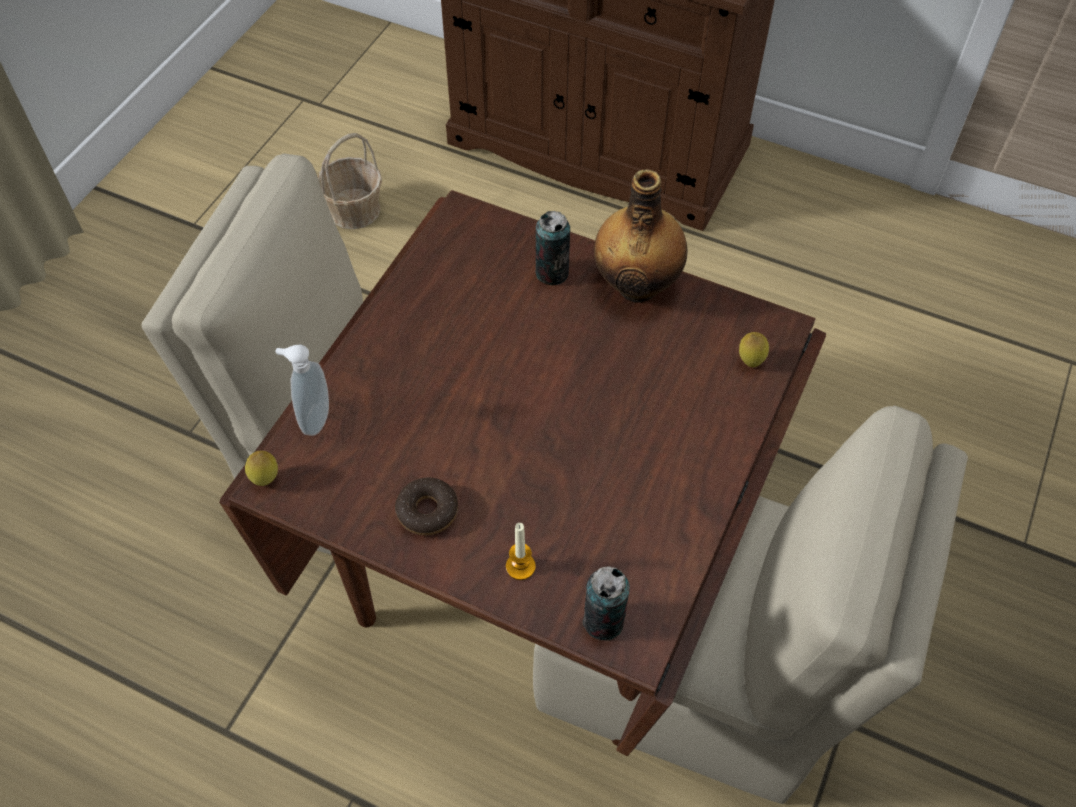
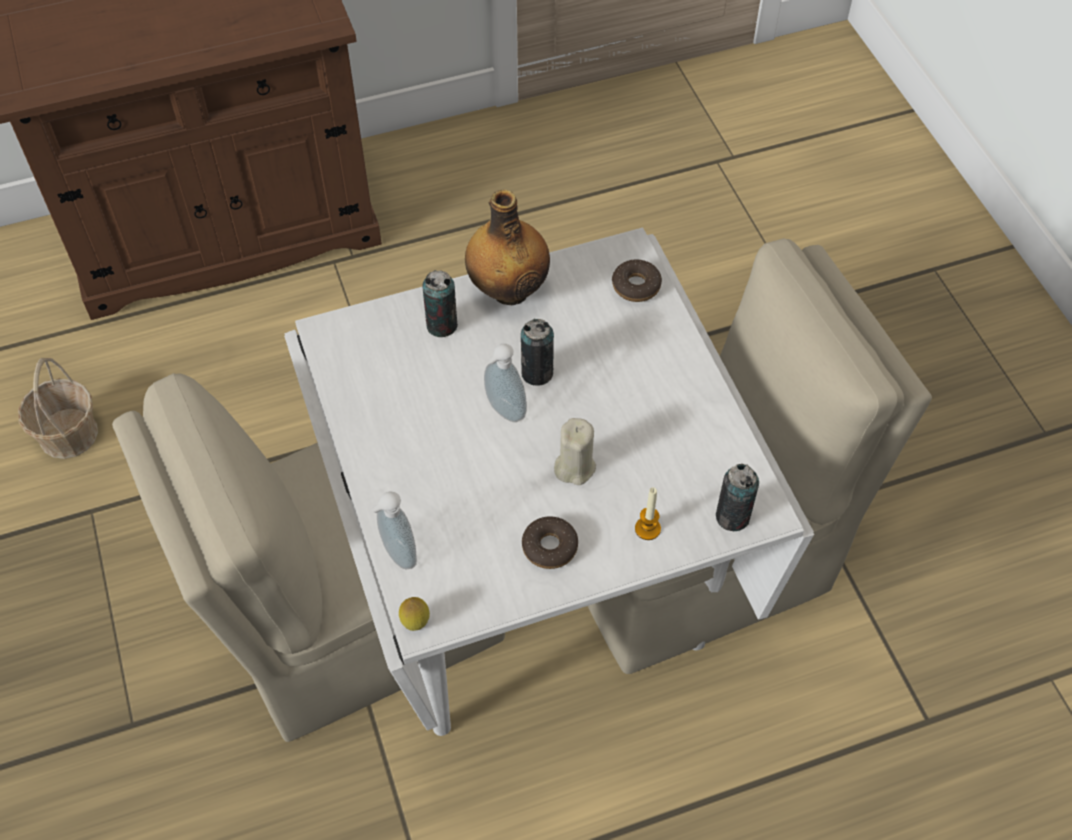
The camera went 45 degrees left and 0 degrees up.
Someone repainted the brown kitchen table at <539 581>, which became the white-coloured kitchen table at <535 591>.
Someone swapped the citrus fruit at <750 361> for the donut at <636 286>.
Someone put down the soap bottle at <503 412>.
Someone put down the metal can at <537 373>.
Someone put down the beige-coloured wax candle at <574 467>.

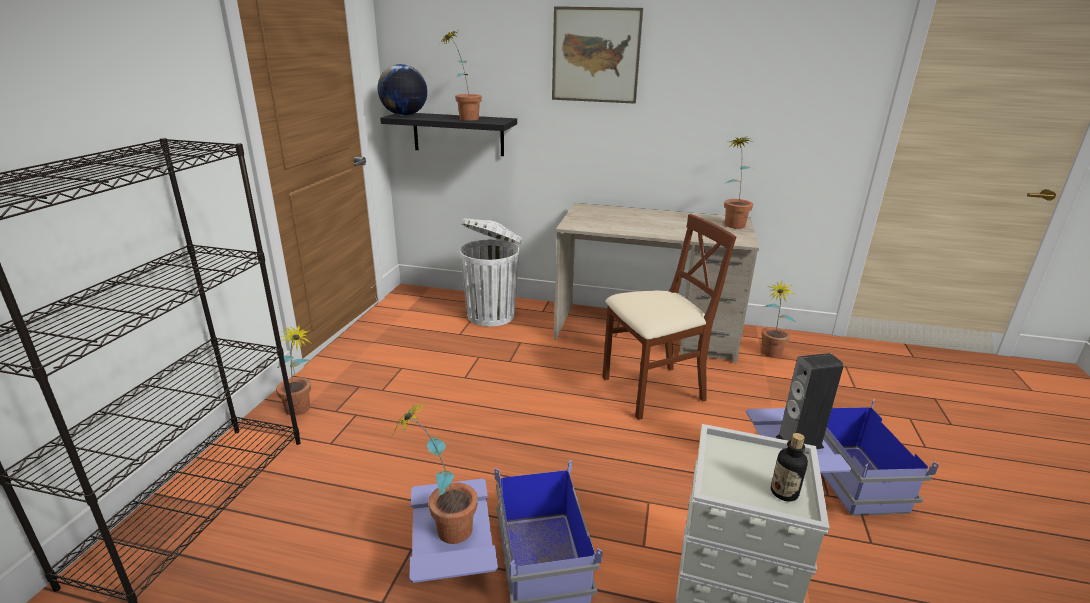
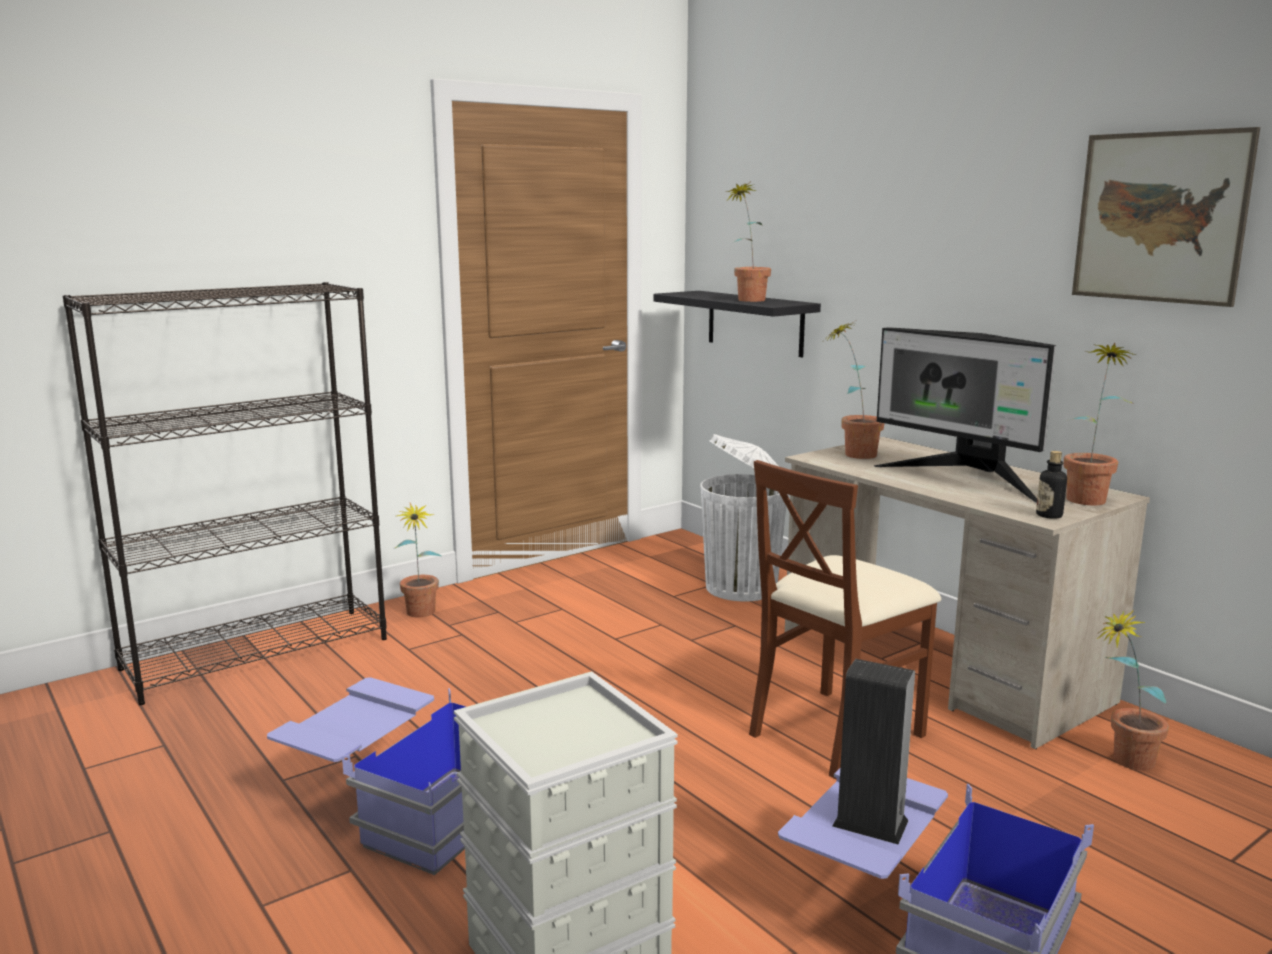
The camera went 40 degrees right and 10 degrees down.
Someone took away the world globe at <404 115>.
Someone carried the houseplant from <443 529> to <852 453>.
Someone carried the wall art from <595 55> to <1160 217>.
Someone rotated the brown upright chair at <652 390> by 120 degrees clockwise.
Someone carried the beverage bottle from <784 492> to <1049 515>.
Someone put down the monitor at <965 479>.

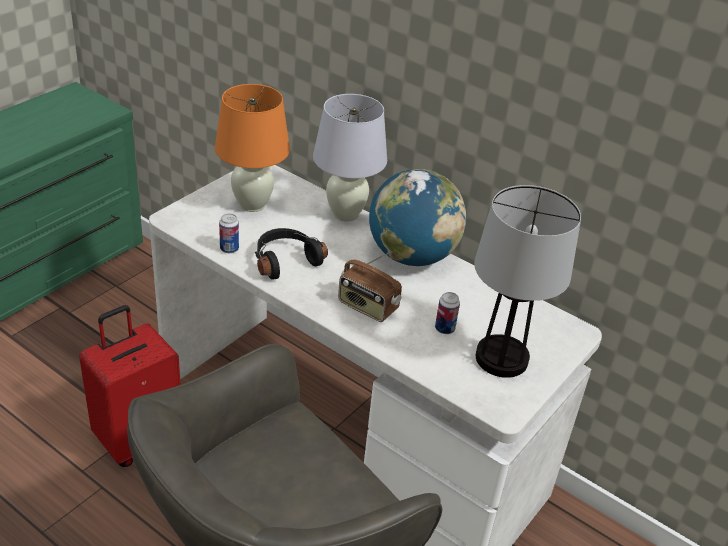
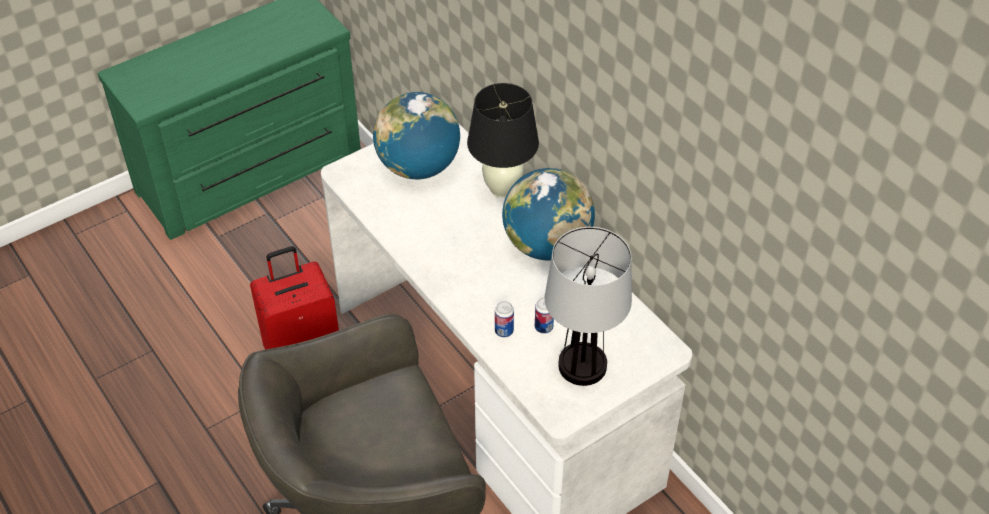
The camera went 20 degrees right and 10 degrees up.
Someone swapped the orange-coloured table lamp at <252 205> for the world globe at <418 167>.
Someone carried the metal can from <229 249> to <504 331>.
Someone took away the black headset at <285 260>.
Someone repainted the white-coloured table lamp at <346 214>, which became the black table lamp at <503 189>.
Someone took away the radio receiver at <367 307>.

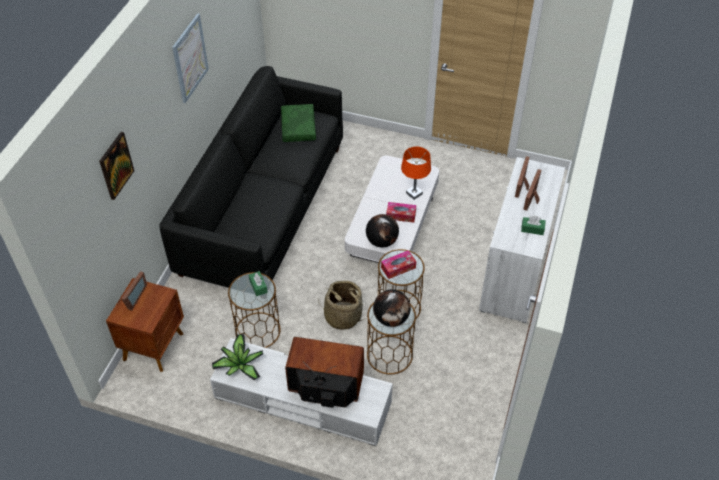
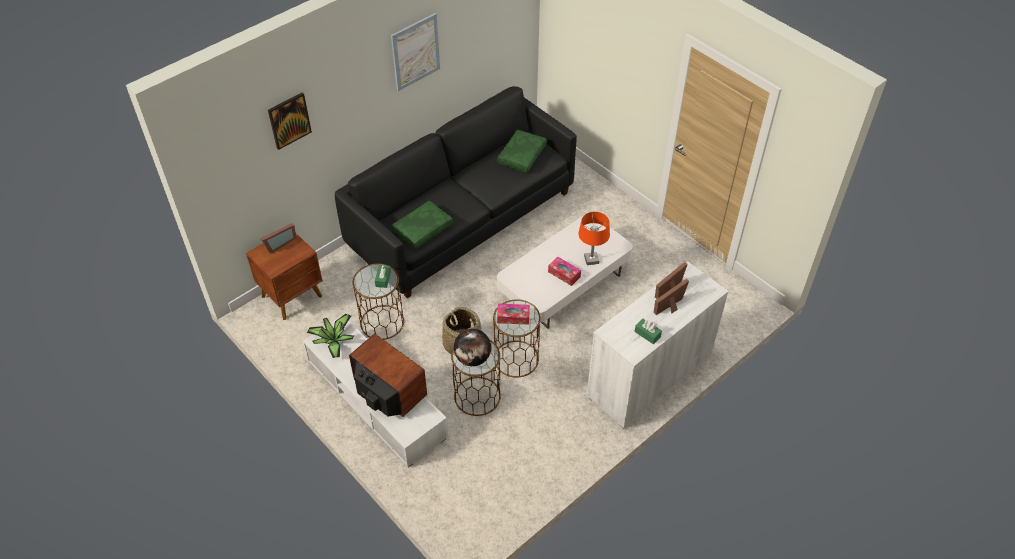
The camera went 30 degrees right and 0 degrees up.
Someone took away the world globe at <381 241>.
Someone put down the green cushion at <422 228>.

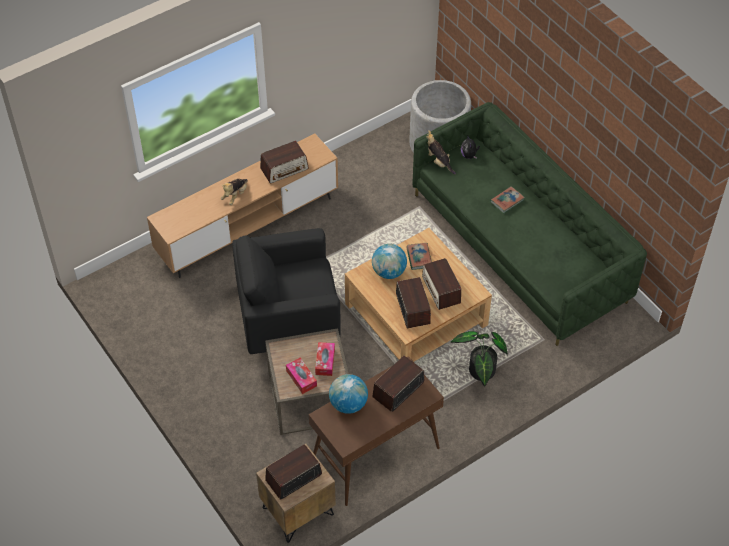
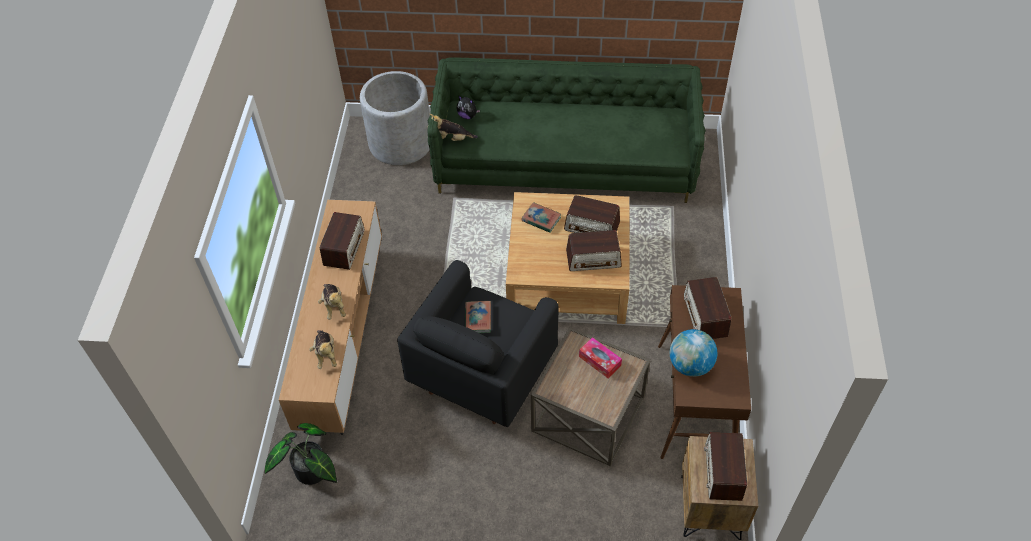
The camera went 50 degrees left and 0 degrees up.
Someone took away the box of tissues at <301 378>.
Someone took away the world globe at <389 272>.
Someone rotated the radio receiver at <413 308> by 150 degrees clockwise.
Someone carried the houseplant from <480 372> to <312 474>.
Someone carried the bound book from <507 201> to <478 319>.
Someone put down the soft toy at <326 354>.

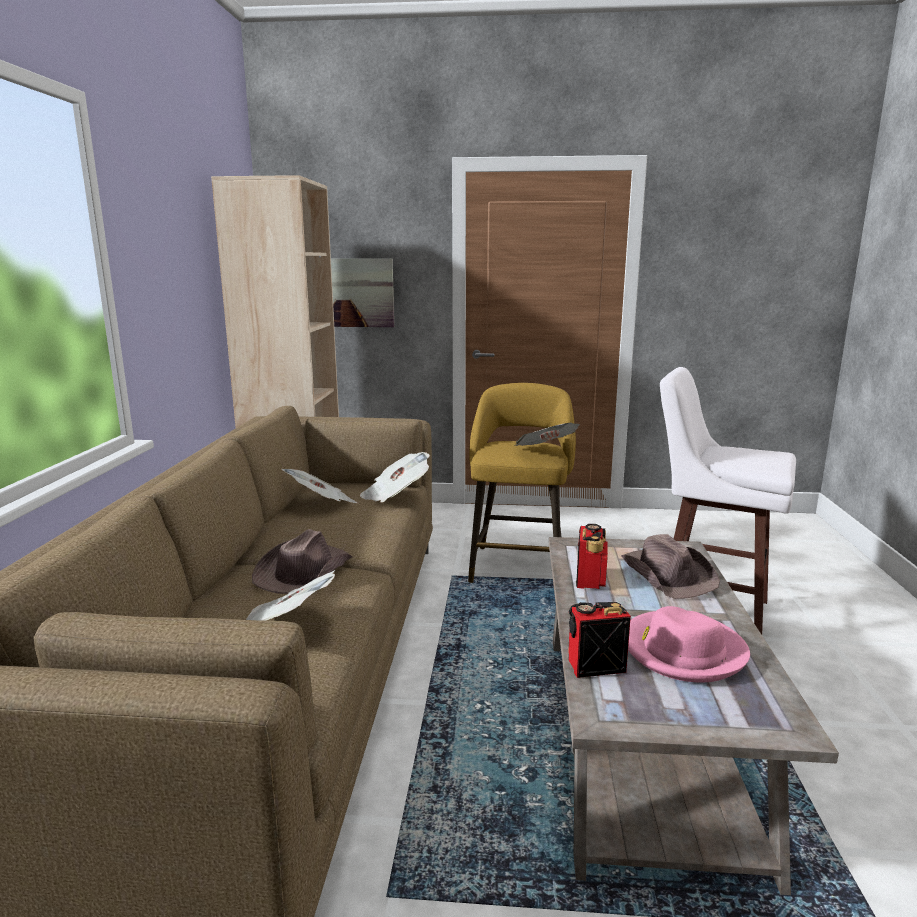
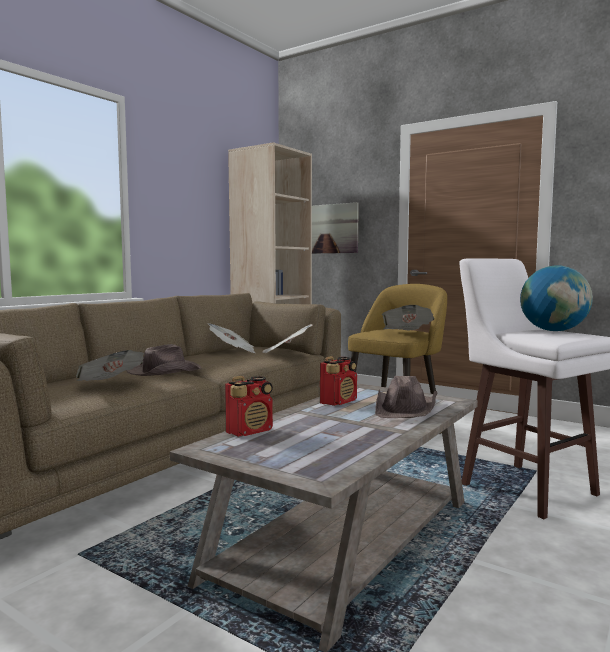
The camera went 30 degrees right and 10 degrees down.
Someone rotated the radio receiver at <594 666> by 120 degrees clockwise.
Someone took away the pink hat at <682 650>.
Someone put down the world globe at <554 331>.

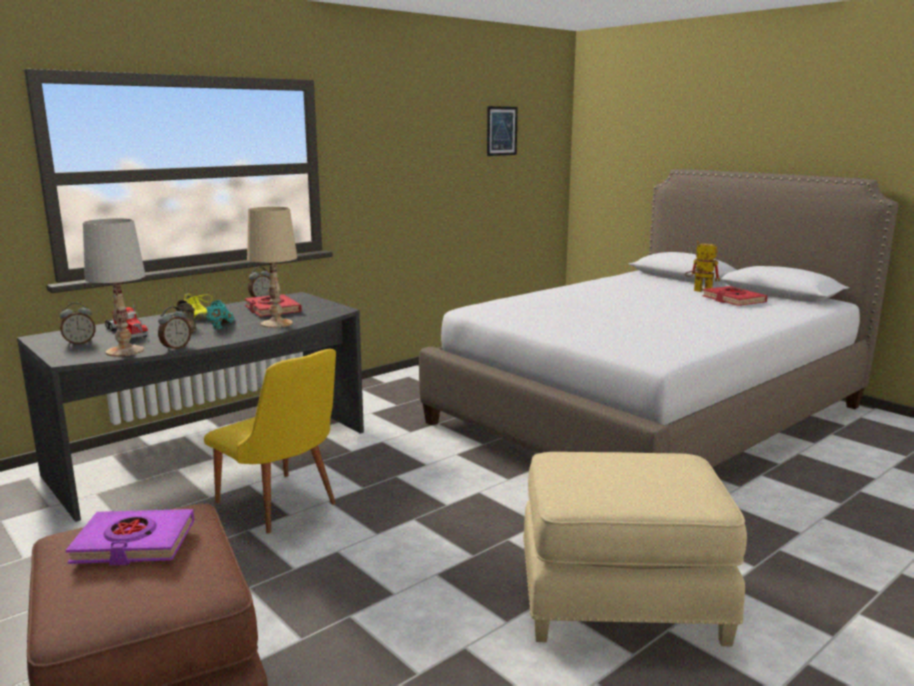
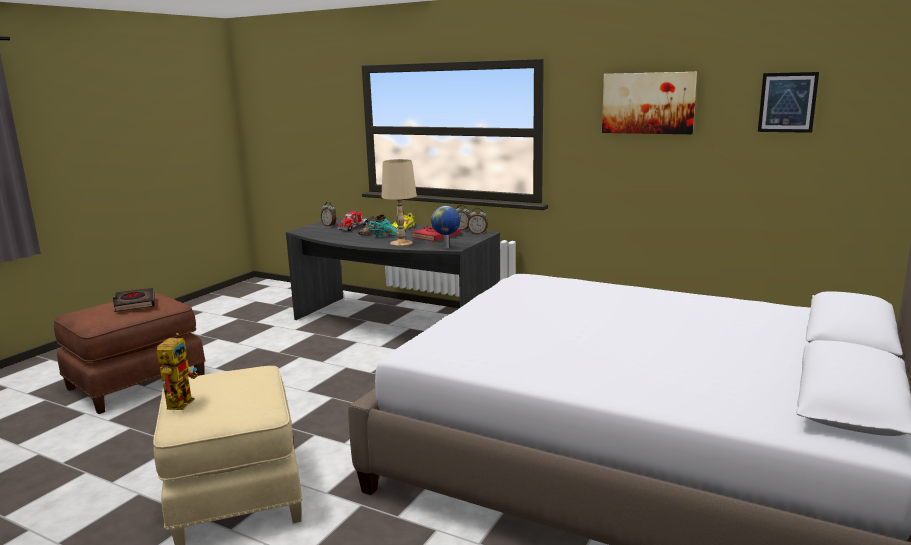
The camera went 70 degrees right and 0 degrees up.
Someone repainted the purple bound book at <134 543>, which became the black bound book at <134 303>.
Someone took away the white-coloured table lamp at <125 351>.
Someone carried the alarm clock from <175 348> to <477 234>.
Someone took away the yellowish upright chair at <282 507>.
Someone carried the toy robot from <698 290> to <181 401>.
Someone took away the red-coloured bound book at <733 300>.
Someone put down the world globe at <447 247>.
Someone put up the wall art at <648 103>.

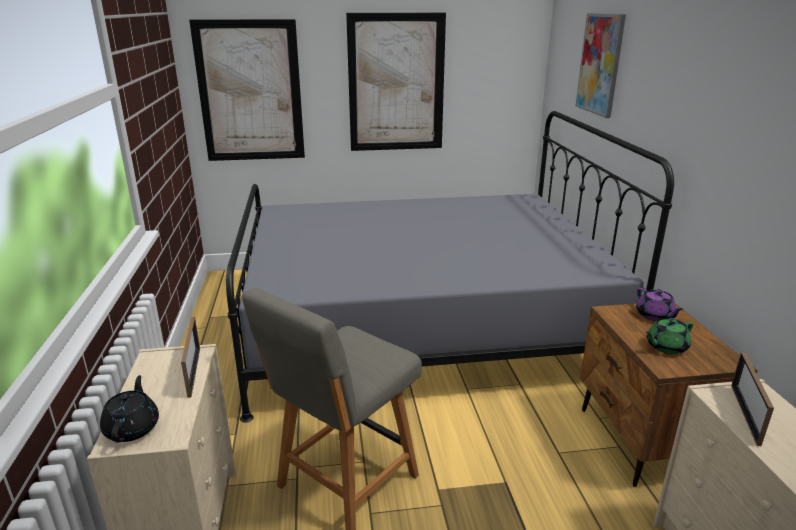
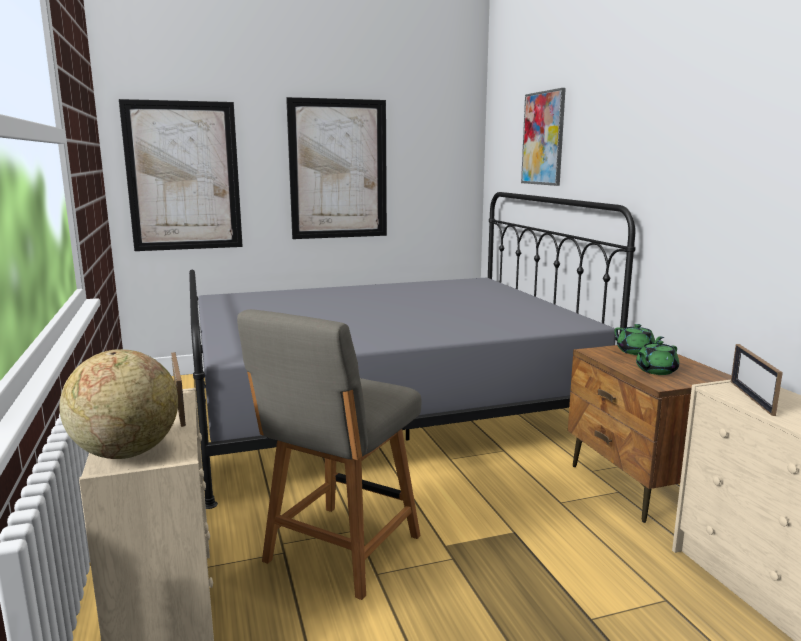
The camera went 10 degrees left and 10 degrees down.
Someone swapped the black teapot at <133 428> for the world globe at <126 452>.
Someone repainted the purple teapot at <655 316>, which became the green teapot at <636 352>.

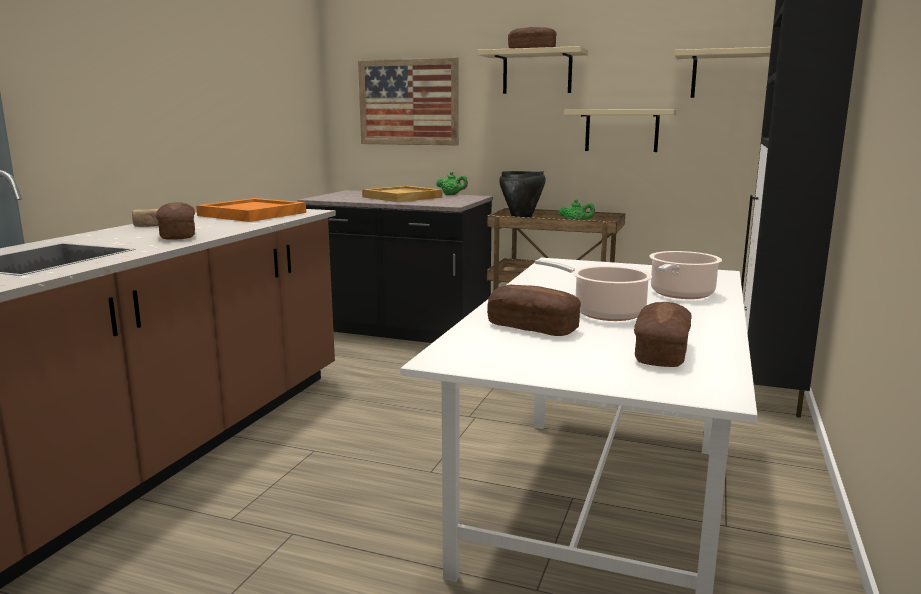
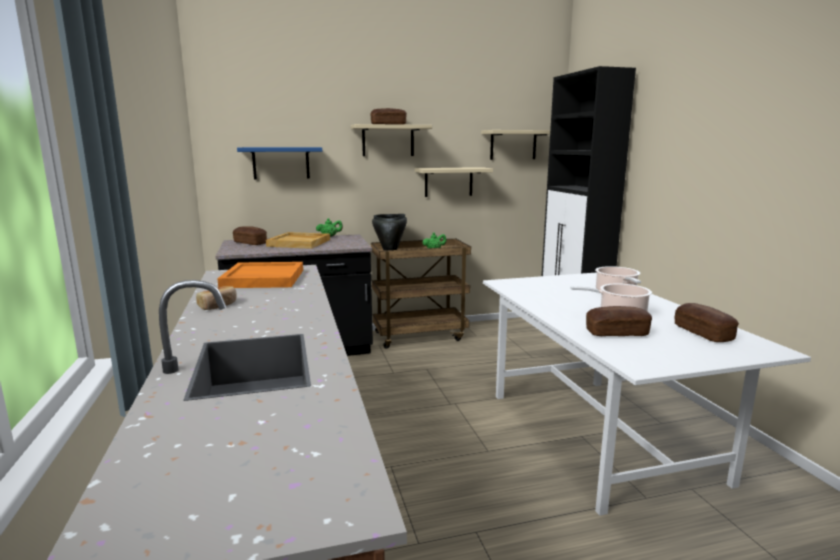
The camera went 35 degrees left and 0 degrees up.
Someone carried the bakery bread from <178 235> to <250 243>.
Someone swapped the wall art at <408 102> for the blue bracket shelf at <281 163>.

